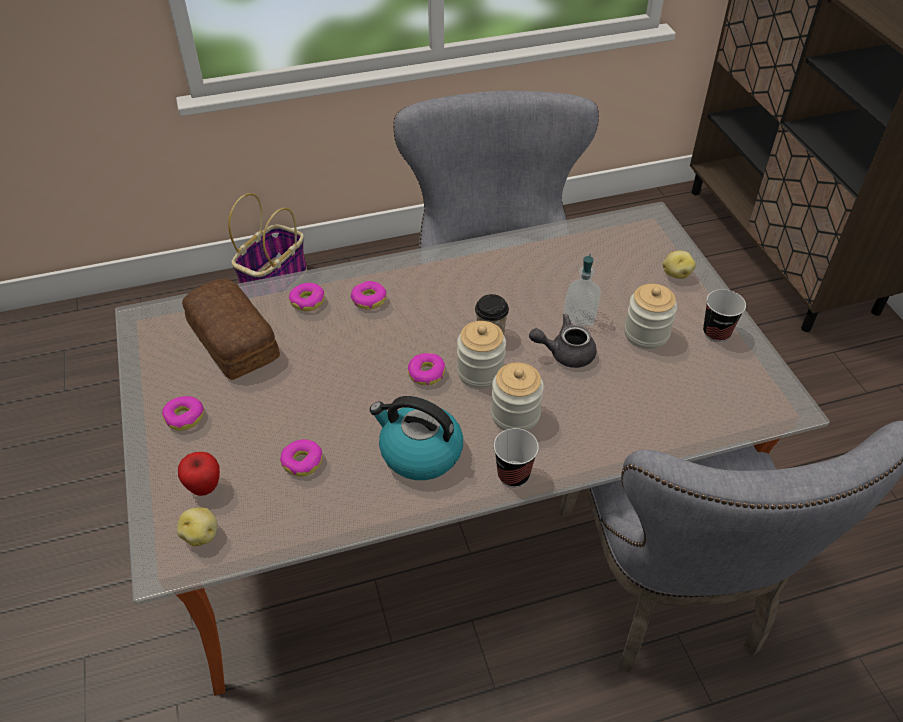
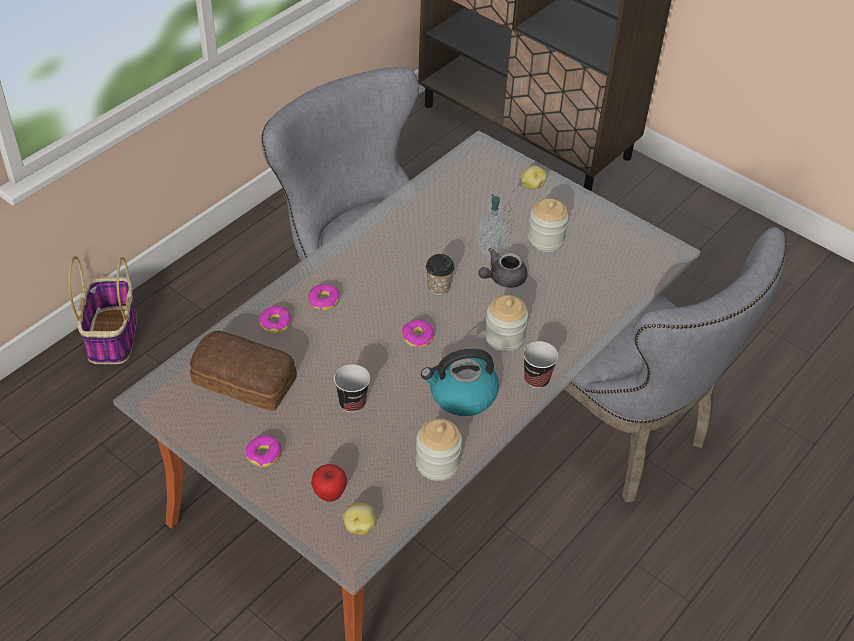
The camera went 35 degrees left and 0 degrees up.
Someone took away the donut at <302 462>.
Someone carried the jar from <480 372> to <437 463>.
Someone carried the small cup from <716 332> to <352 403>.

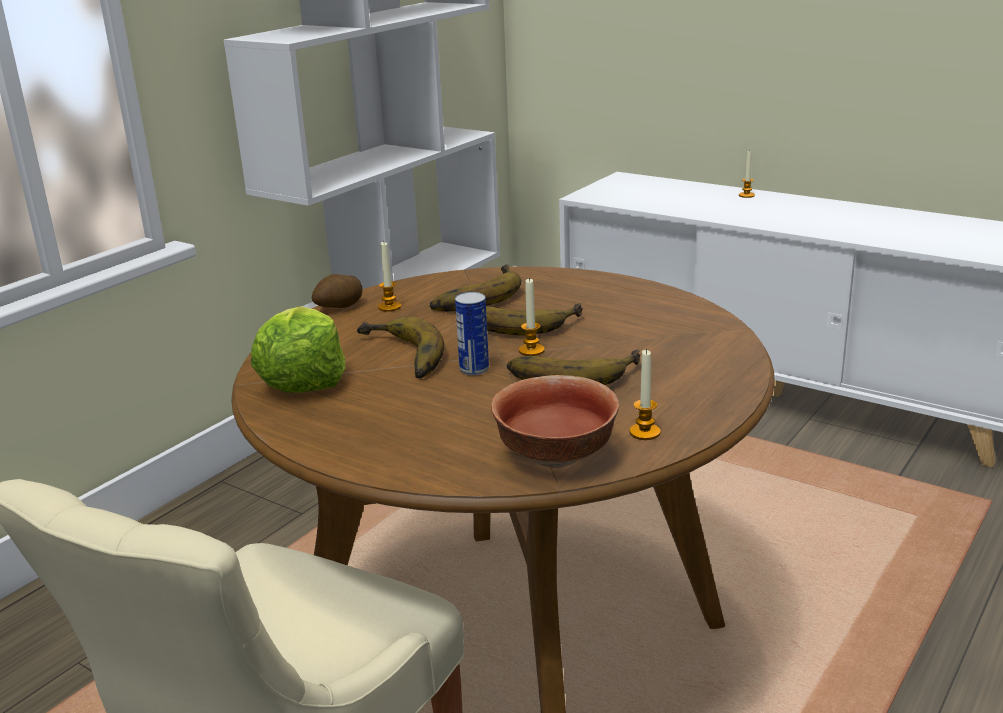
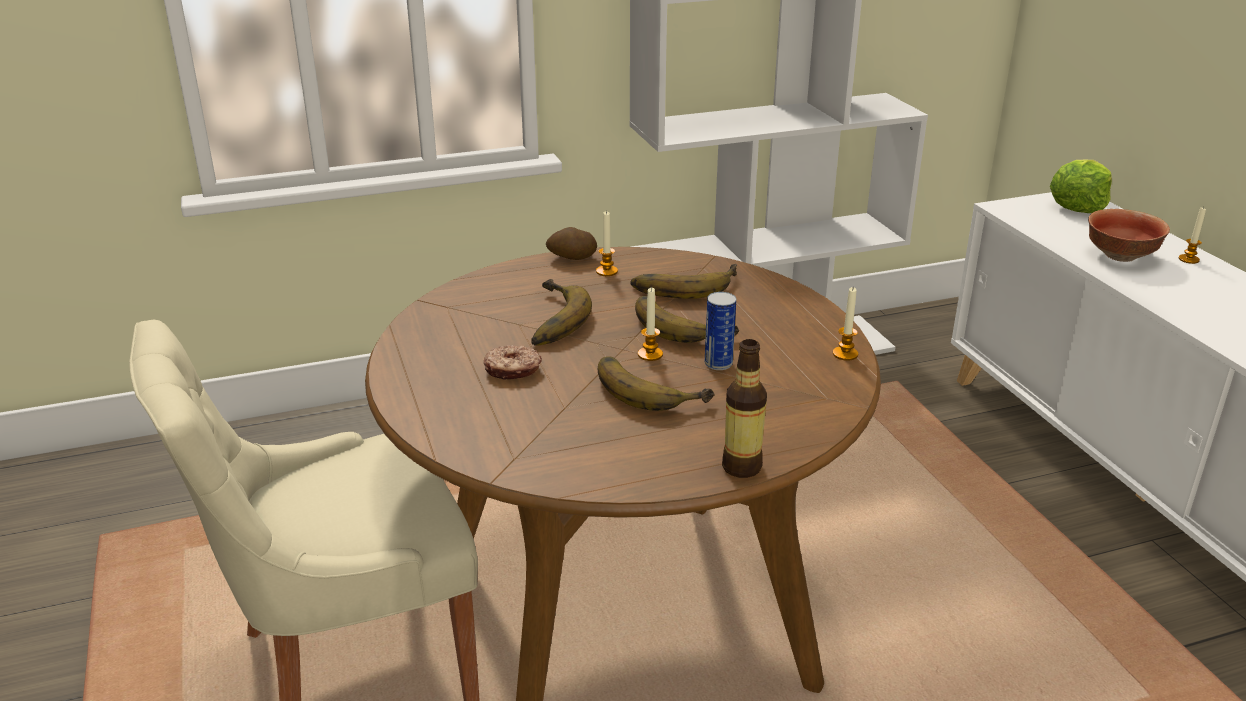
The camera went 35 degrees right and 5 degrees up.
Someone carried the lettuce from <303 379> to <1078 205>.
Someone carried the metal can from <474 369> to <718 364>.
Someone carried the deep dish from <558 457> to <1121 257>.
Someone carried the wax candle from <645 432> to <845 354>.
Someone put down the donut at <512 370>.
Someone put down the beverage bottle at <741 467>.

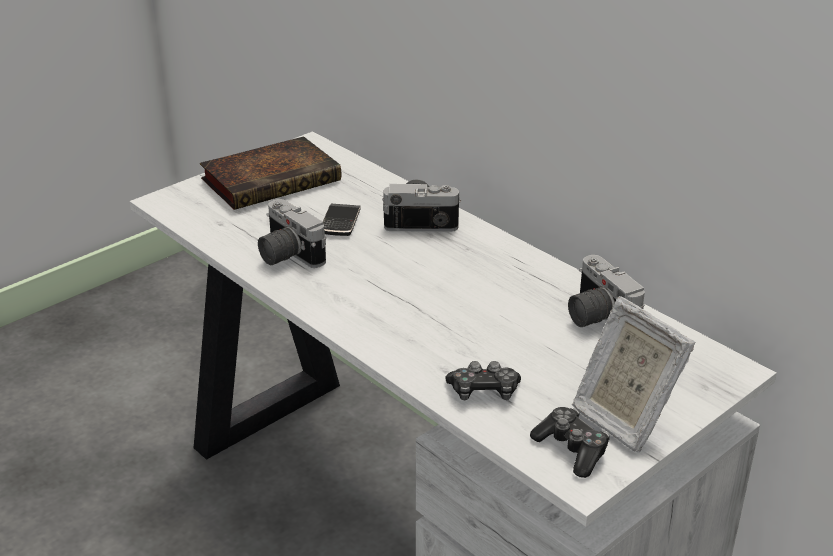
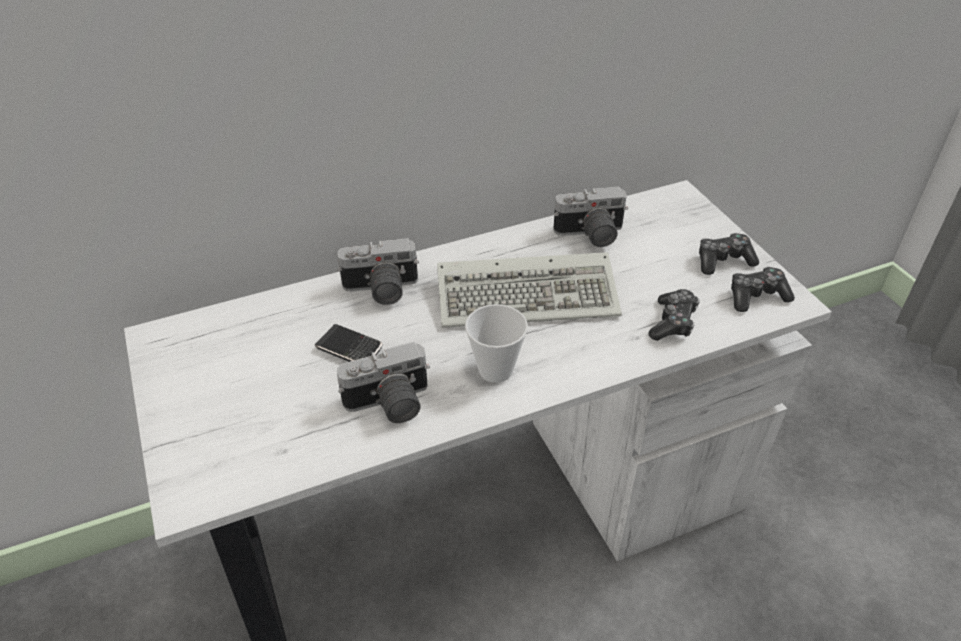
The camera went 70 degrees left and 10 degrees up.
Someone took away the bound book at <273 179>.
Someone rotated the still camera at <421 219> by 120 degrees counterclockwise.
Someone swapped the picture frame at <622 418> for the joypad at <723 261>.
Someone put down the computer keyboard at <531 295>.
Someone put down the small cup at <495 370>.

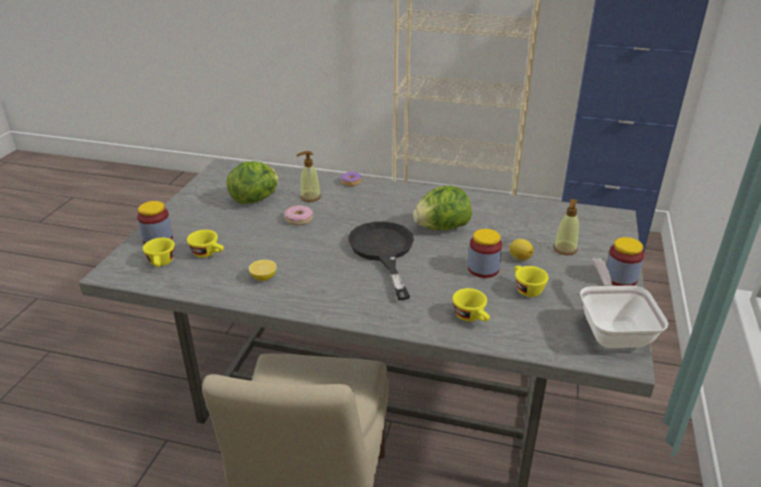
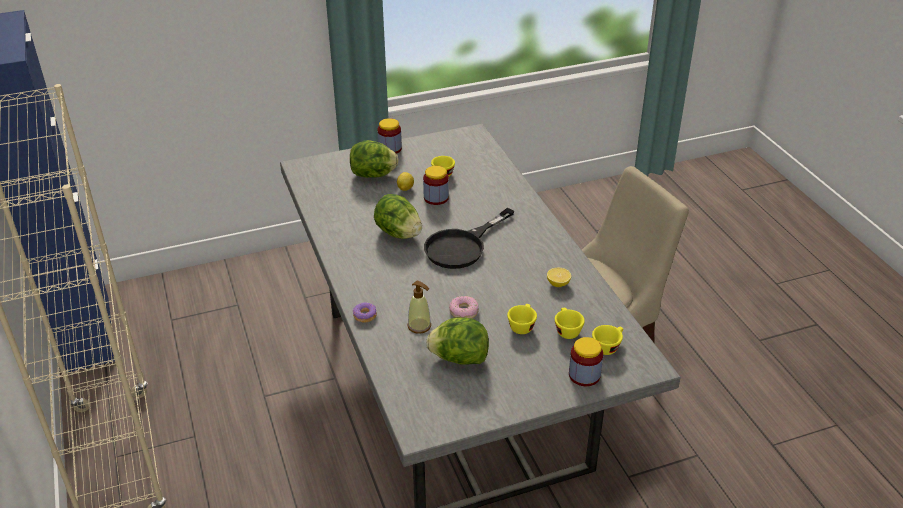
The camera went 125 degrees left and 5 degrees up.
Someone carried the yellowish small cup from <472 318> to <522 325>.
Someone swapped the soap bottle at <565 249> for the lettuce at <373 175>.
Someone took away the skillet at <613 329>.

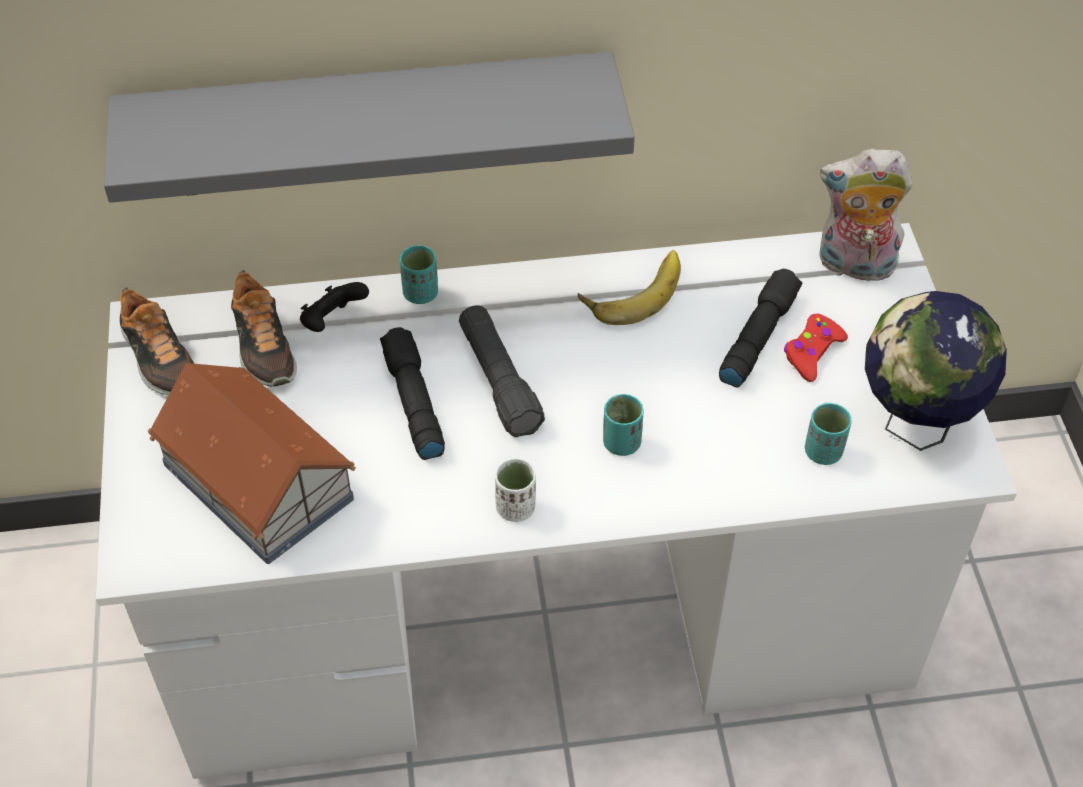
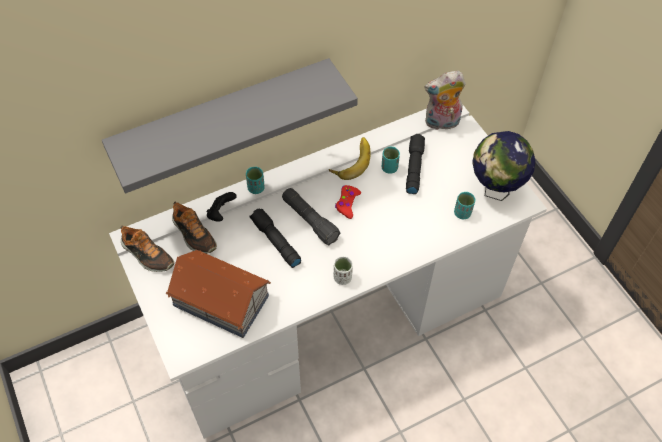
The camera went 20 degrees left and 5 degrees up.
Someone carried the turquoise-coloured small cup from <621 443> to <389 168>.
Someone carried the red-coloured joypad from <812 352> to <347 204>.

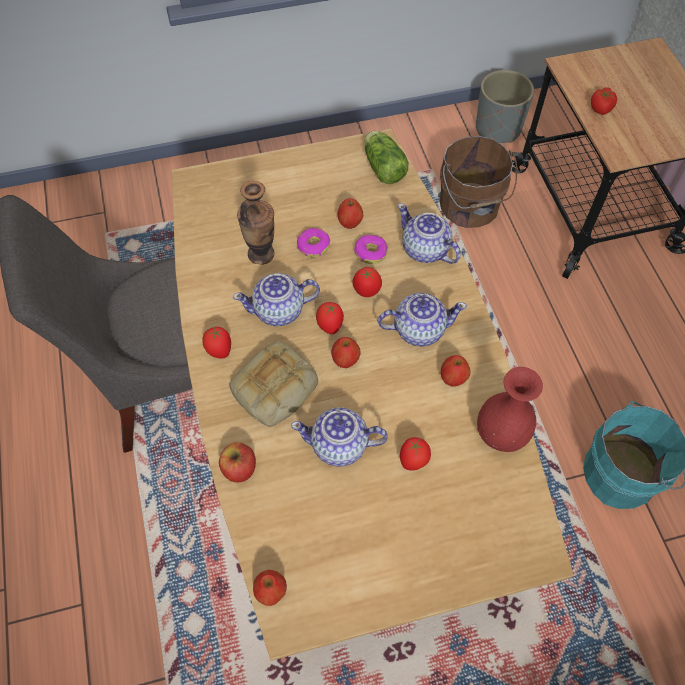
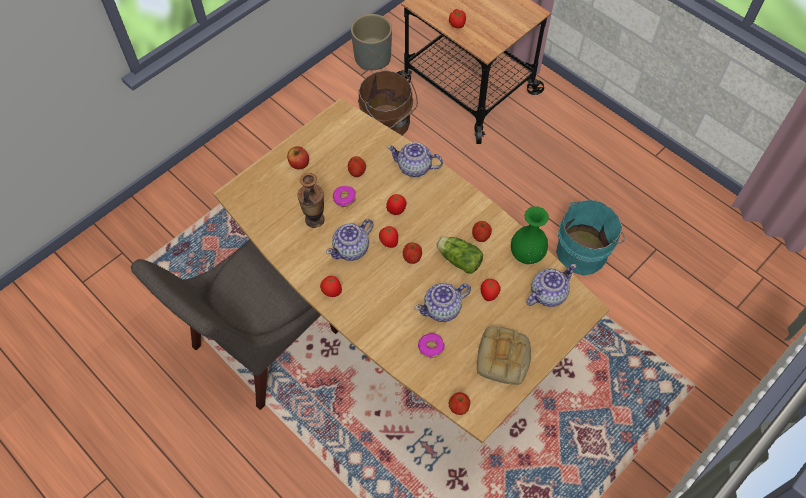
The camera went 30 degrees left and 0 degrees up.
Someone carried the whole apple from <239 468> to <299 164>.
Someone carried the bakery bread from <274 389> to <503 359>.
Someone carried the donut from <370 252> to <431 347>.
Someone carried the lettuce from <382 166> to <458 259>.
Someone carried the teapot from <418 329> to <547 294>.
Someone repainted the red-coloured vase at <501 434>, which became the green vase at <527 254>.

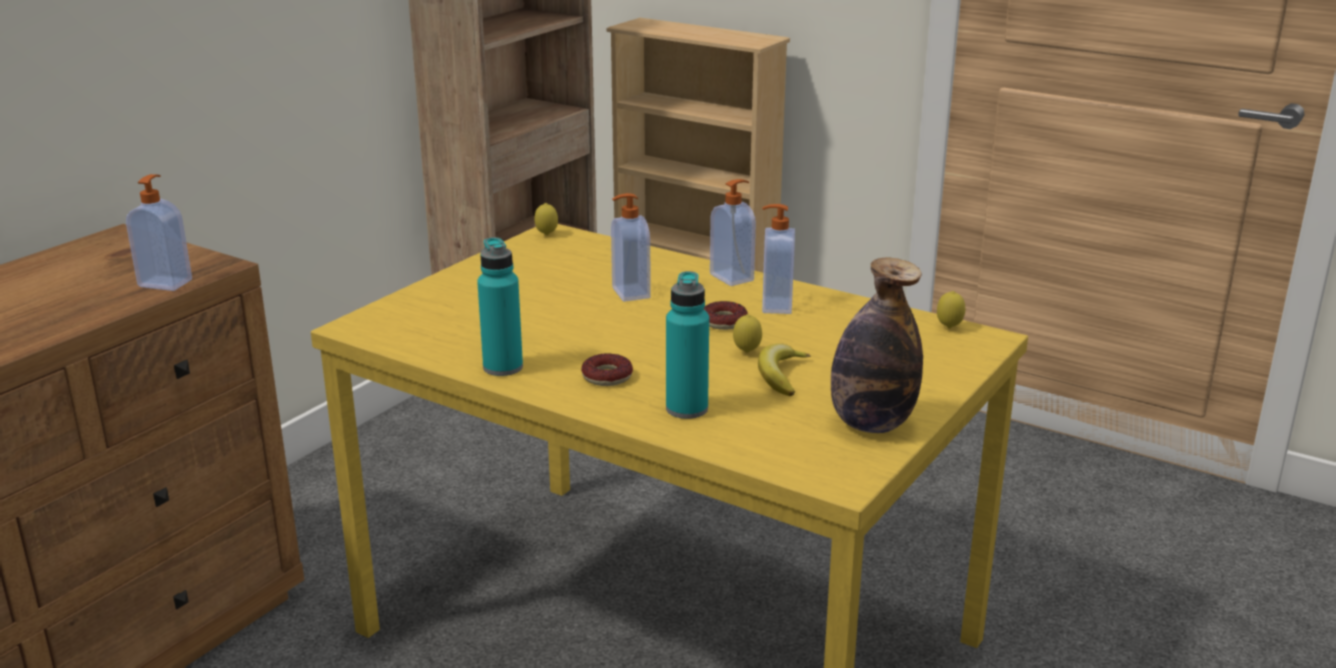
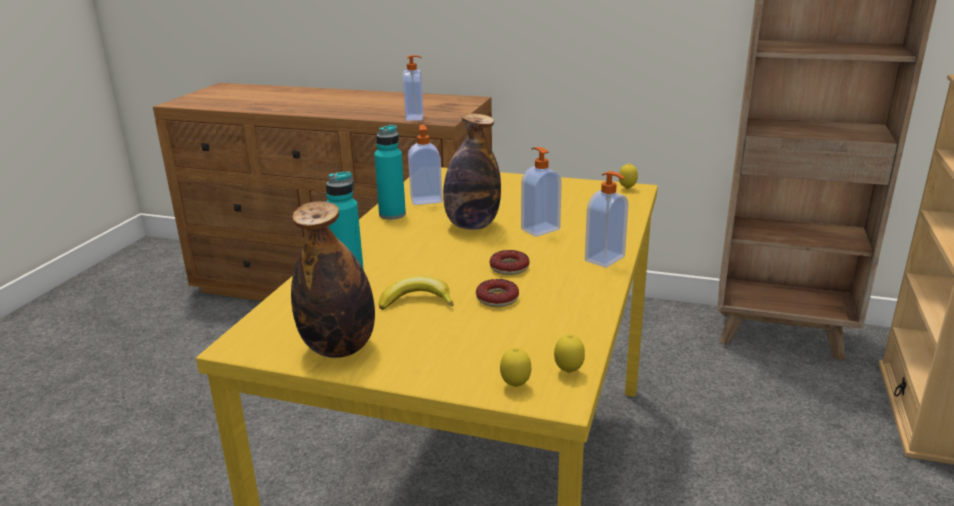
The camera went 75 degrees right and 0 degrees up.
Someone carried the donut from <607 376> to <497 298>.
Someone carried the citrus fruit from <747 352> to <515 386>.
Someone carried the soap bottle from <775 306> to <426 200>.
Someone put down the beverage bottle at <472 225>.

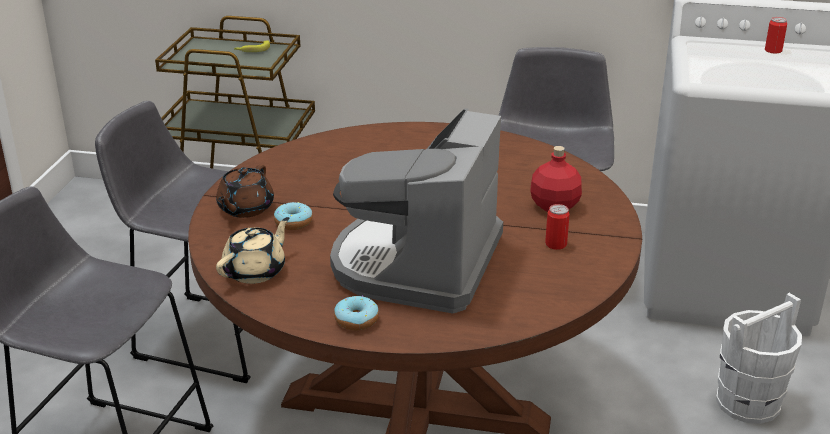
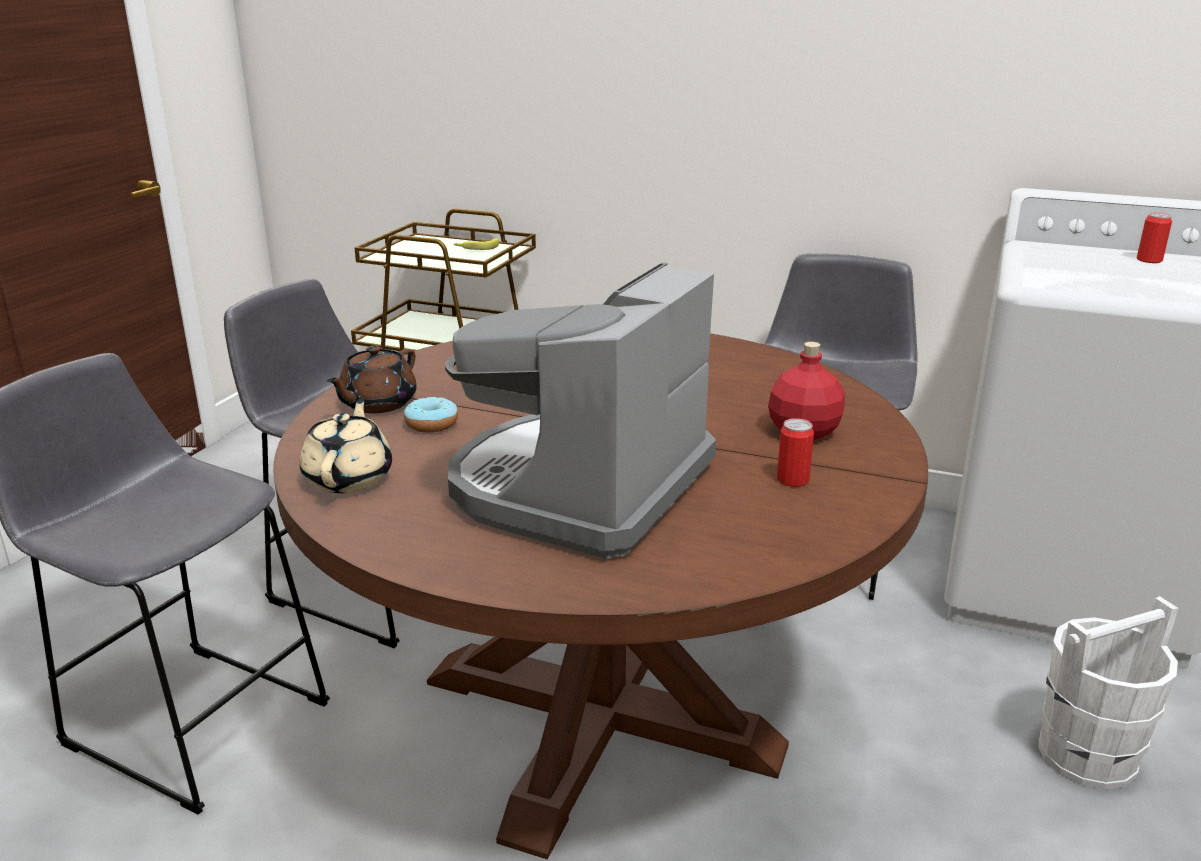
The camera went 10 degrees right and 5 degrees down.
Someone rotated the beige-coloured teapot at <256 271> by 45 degrees counterclockwise.
Someone took away the donut at <356 320>.

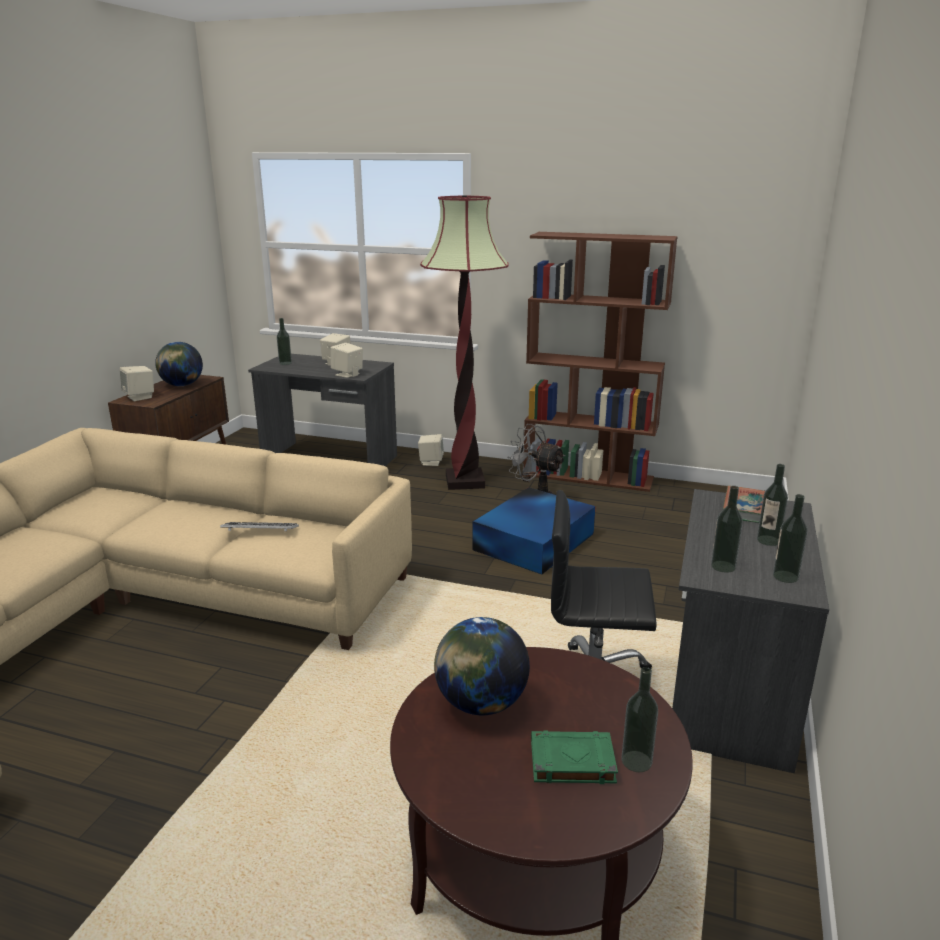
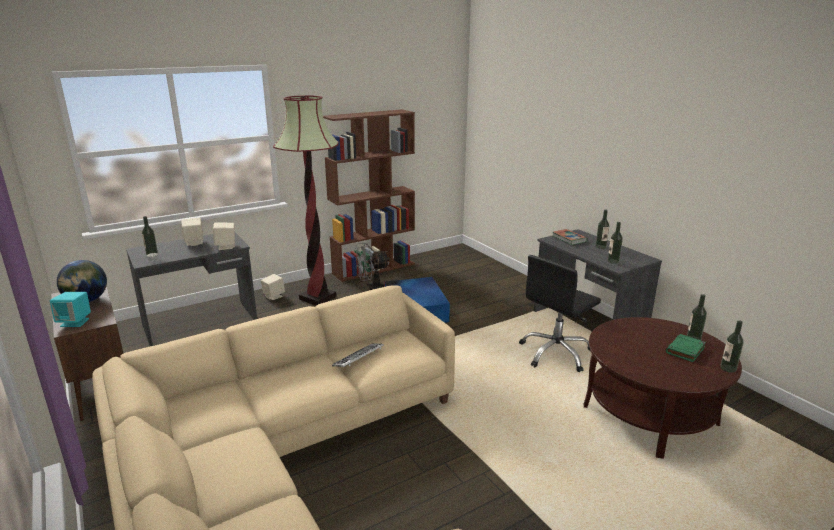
The camera went 50 degrees left and 0 degrees up.
Someone repainted the beige-coloured speaker at <140 397>, which became the turquoise-coloured speaker at <75 322>.
Someone took away the world globe at <480 703>.
Someone carried the beverage bottle from <785 576> to <728 368>.

